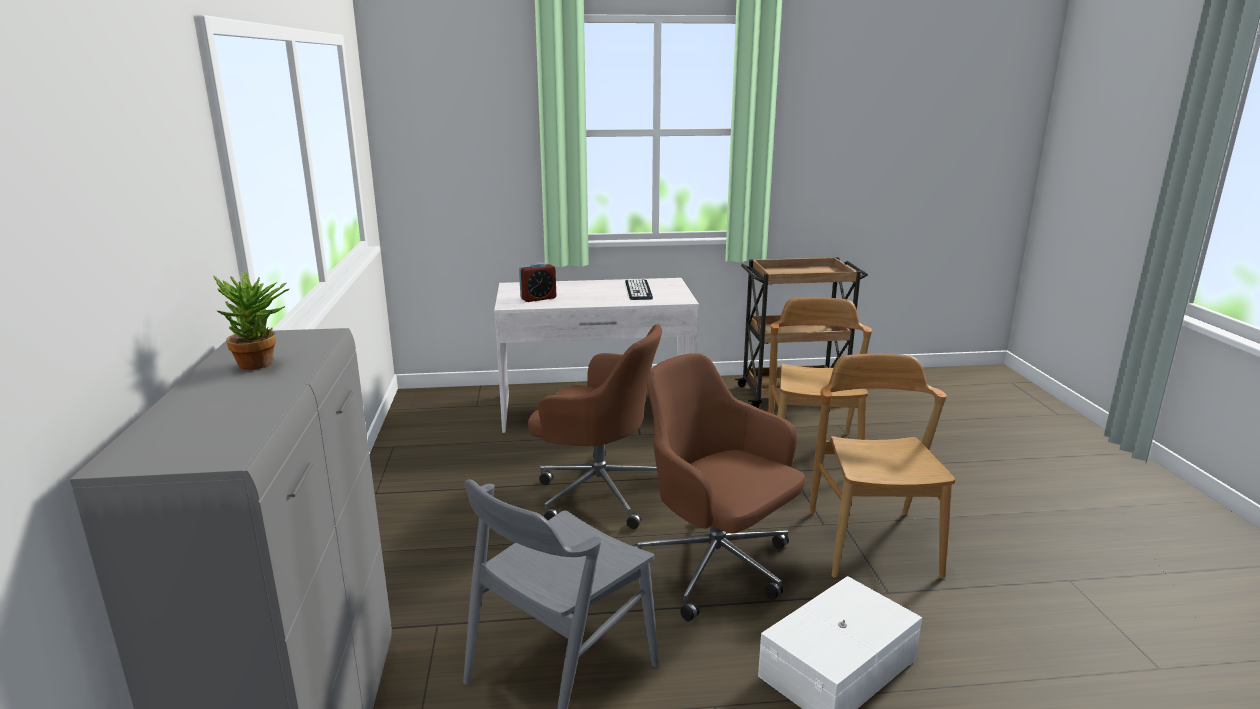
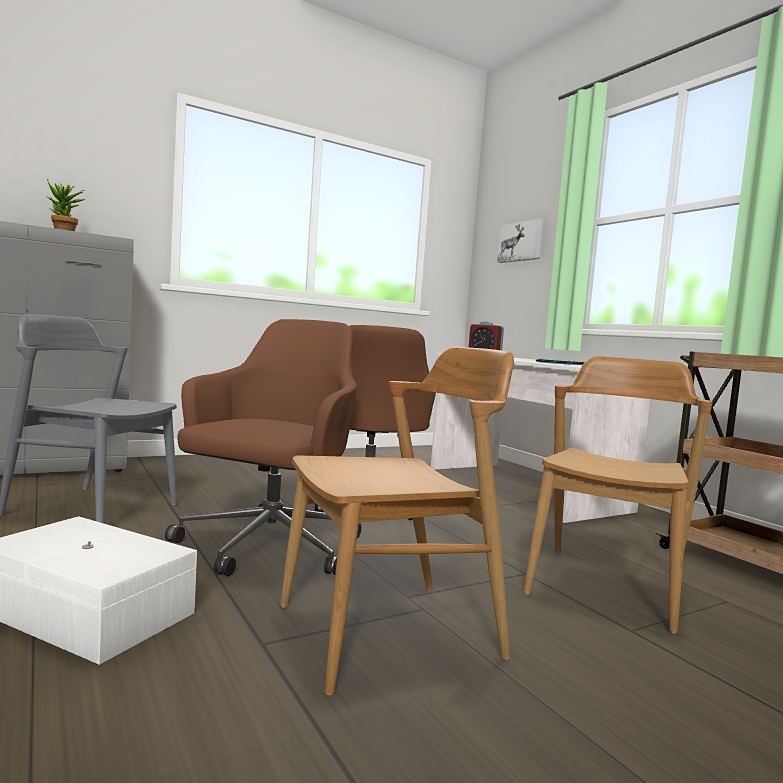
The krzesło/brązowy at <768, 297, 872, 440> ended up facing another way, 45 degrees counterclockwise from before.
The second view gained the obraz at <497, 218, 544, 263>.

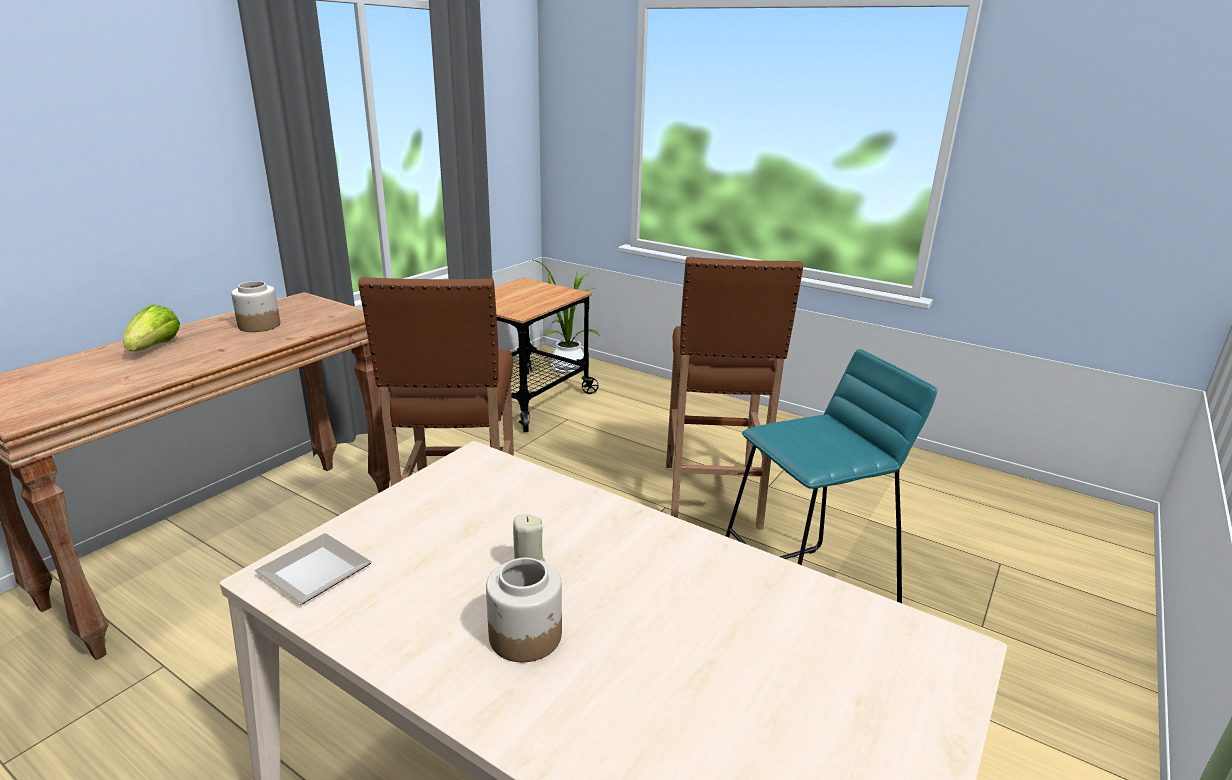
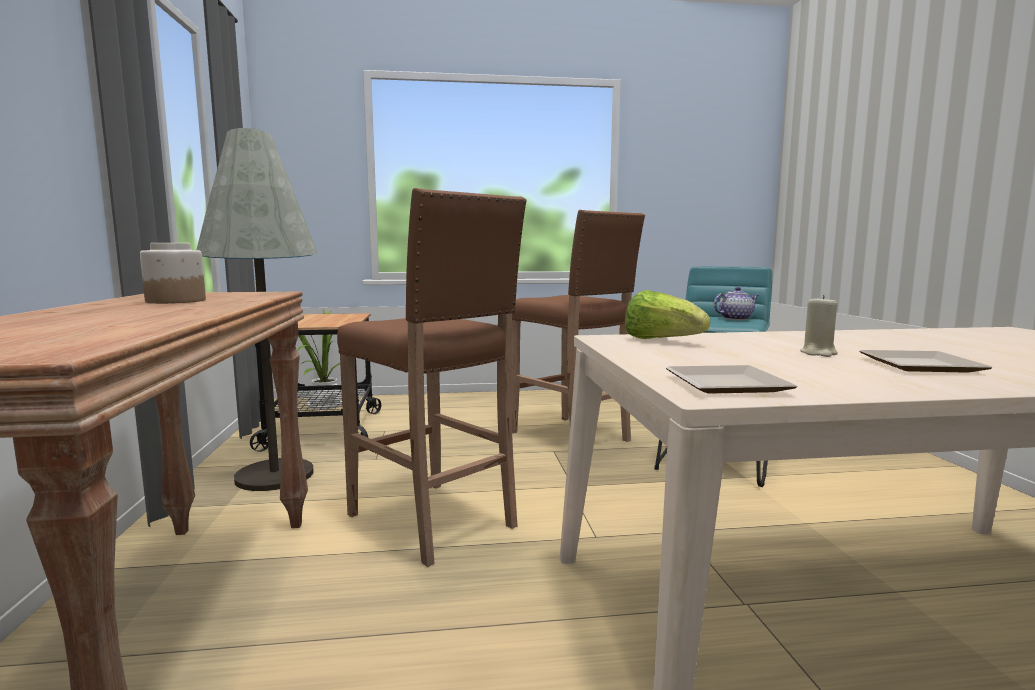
The sałata ended up elsewhere, having gone from <123, 304, 180, 351> to <625, 290, 710, 339>.
Where the słoik stood at <486, 558, 562, 662>, the talerz came to stand at <859, 350, 993, 373>.
The second view gained the lampa stojąca/szary at <196, 128, 317, 491>.
The second view gained the imbryk at <714, 287, 759, 320>.

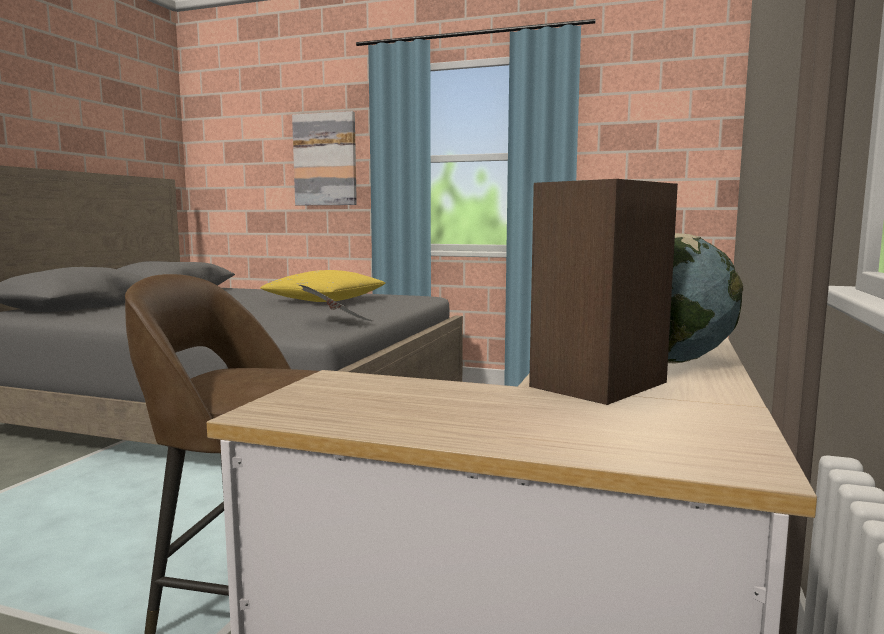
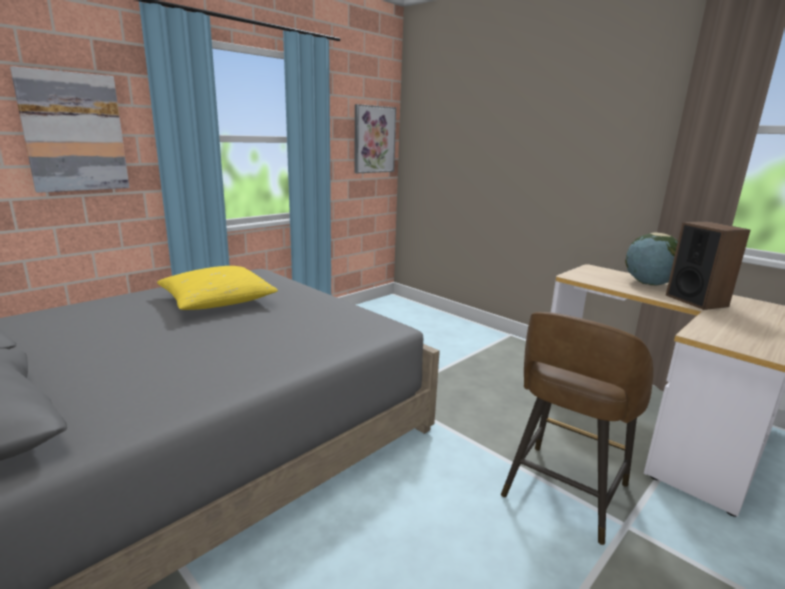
The second view lost the gazeta at <298, 285, 373, 321>.
The second view gained the obraz at <354, 104, 396, 173>.

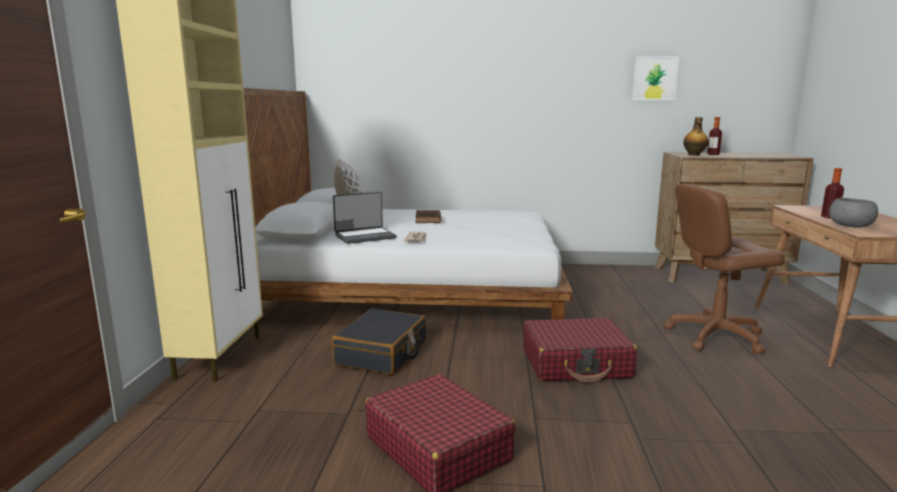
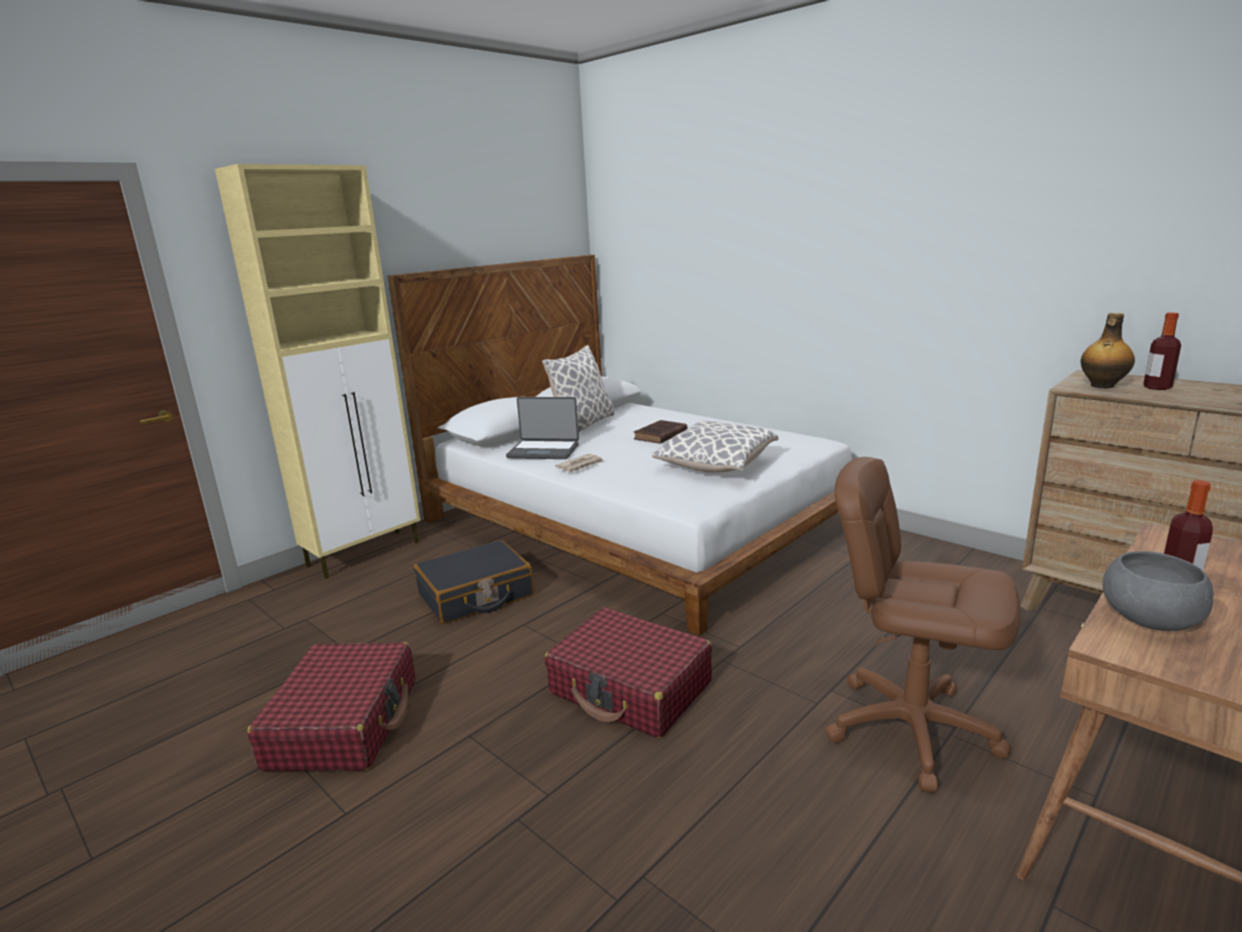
The second view lost the obraz at <632, 57, 679, 100>.
The second view gained the poduszka at <652, 421, 779, 473>.

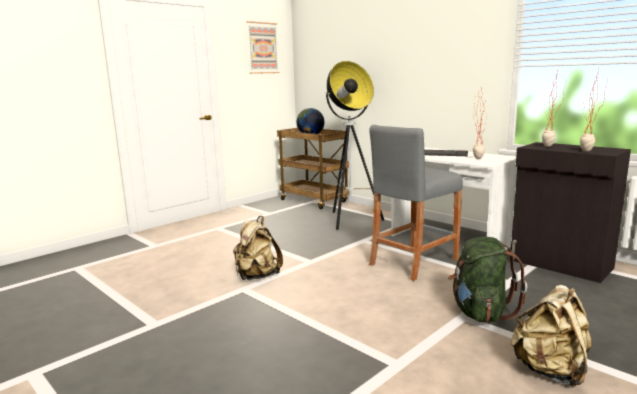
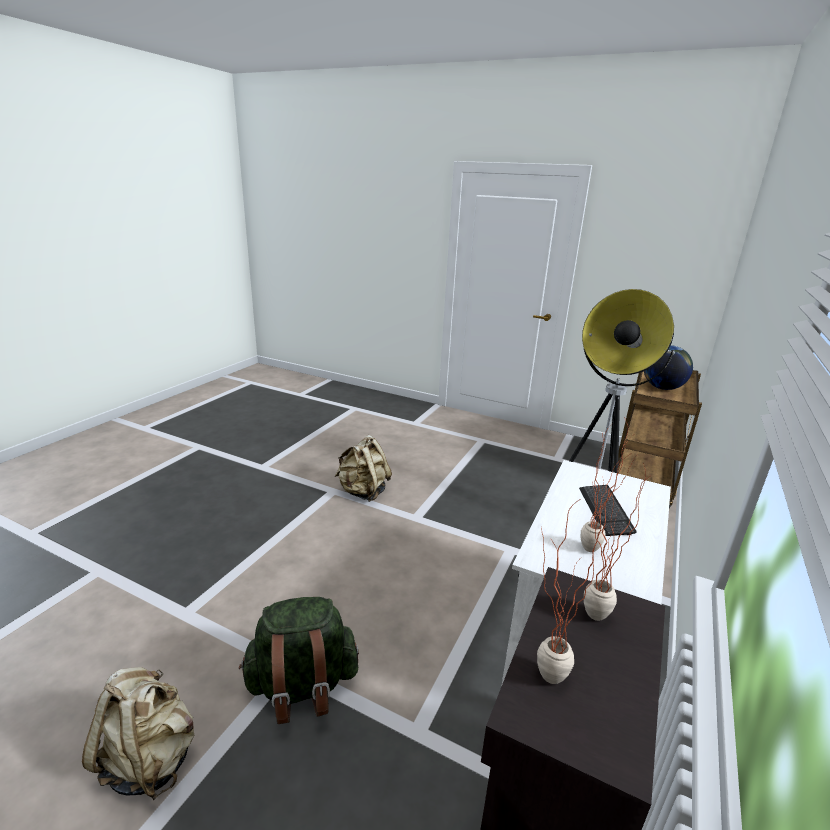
The second view lost the obraz at <246, 21, 279, 74>.
The second view lost the stołek/szary at <369, 125, 463, 281>.

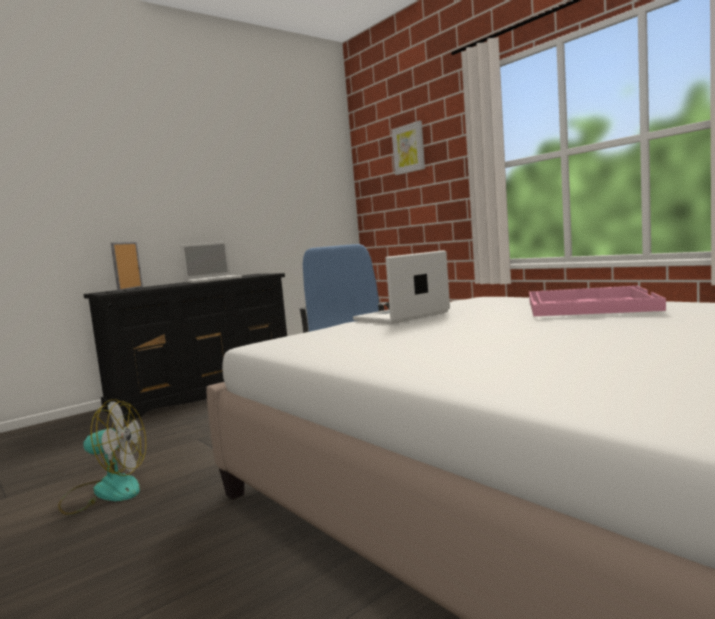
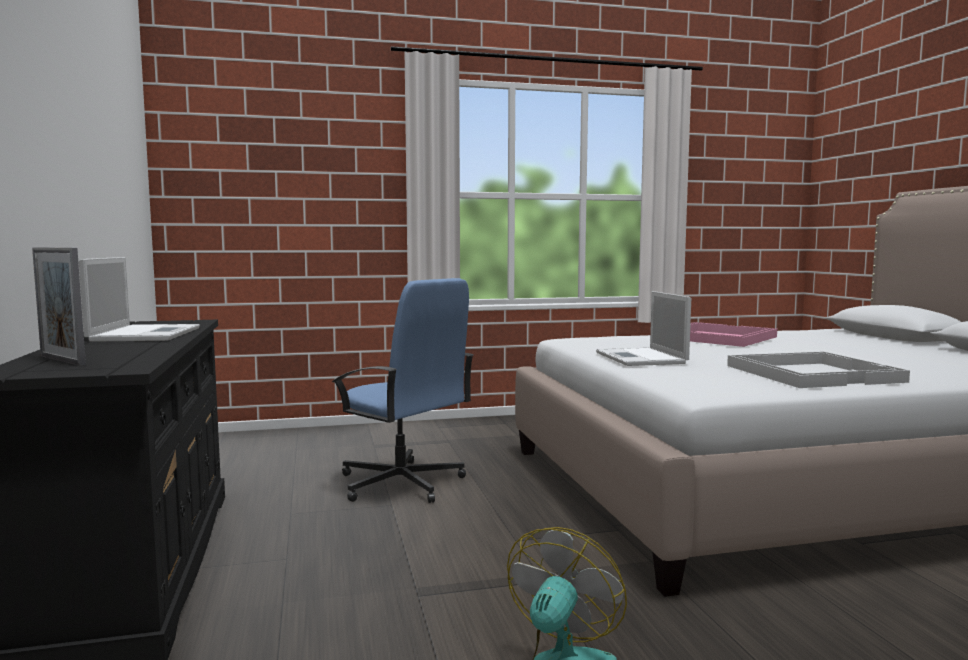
The second view lost the obraz at <392, 121, 425, 175>.
The second view gained the taca/biały at <727, 352, 910, 388>.

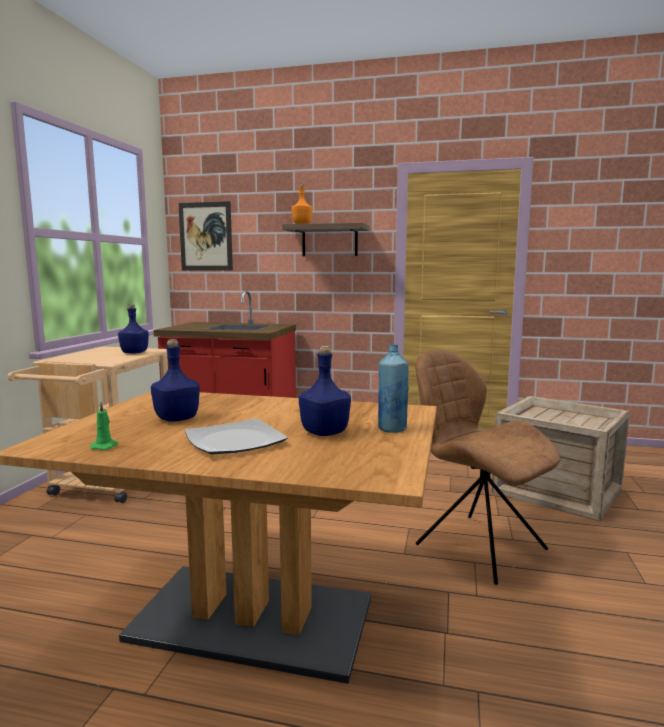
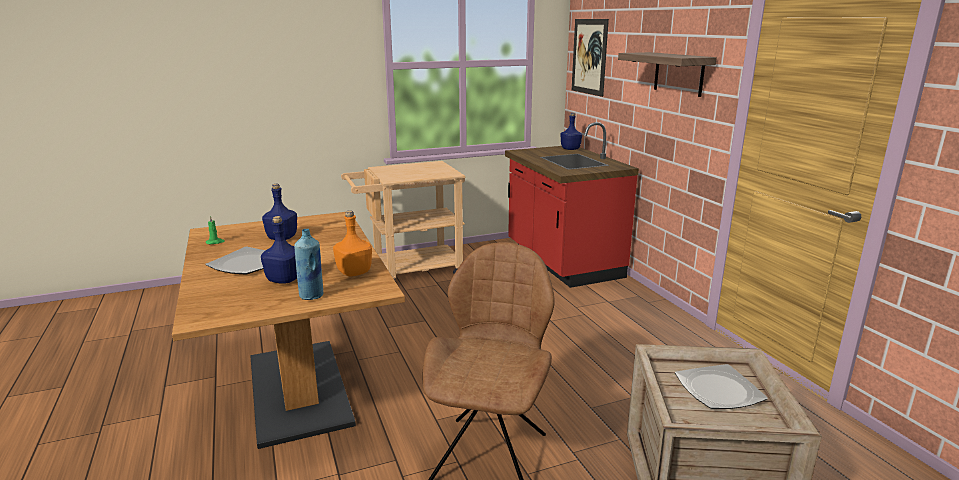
The butelka/niebieski ended up elsewhere, having gone from <118, 304, 149, 354> to <561, 113, 582, 150>.
The butelka/pomarańczowy ended up elsewhere, having gone from <292, 184, 312, 224> to <333, 210, 372, 276>.
The second view gained the talerz at <675, 364, 768, 409>.

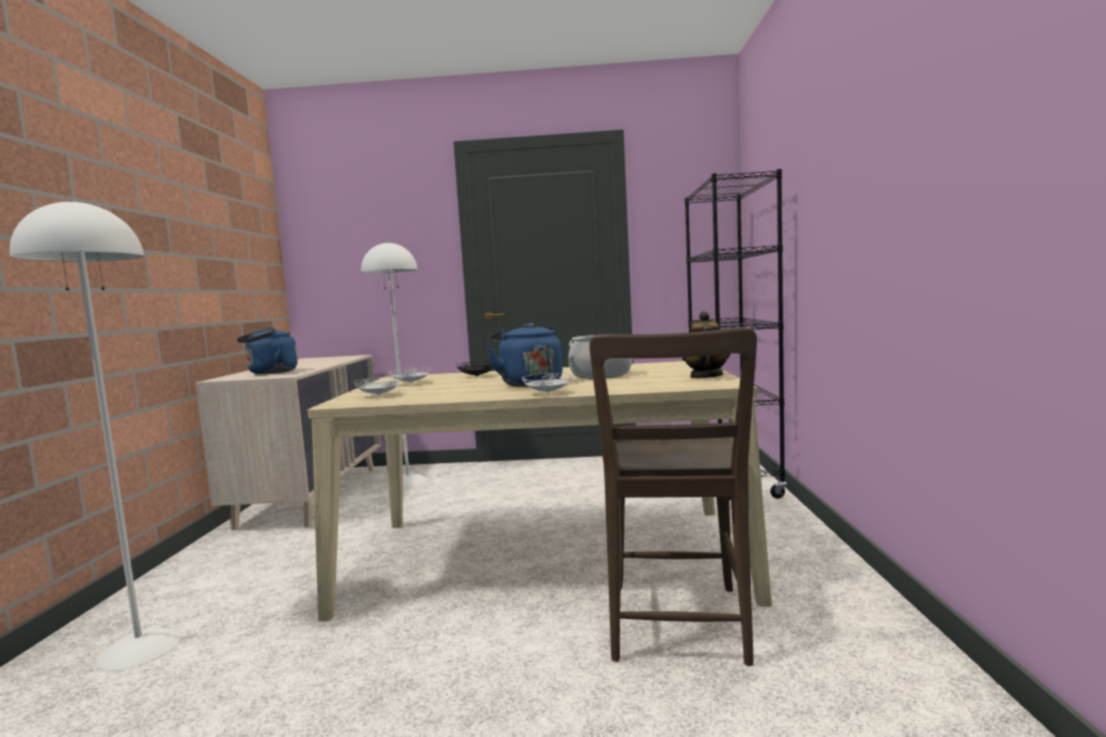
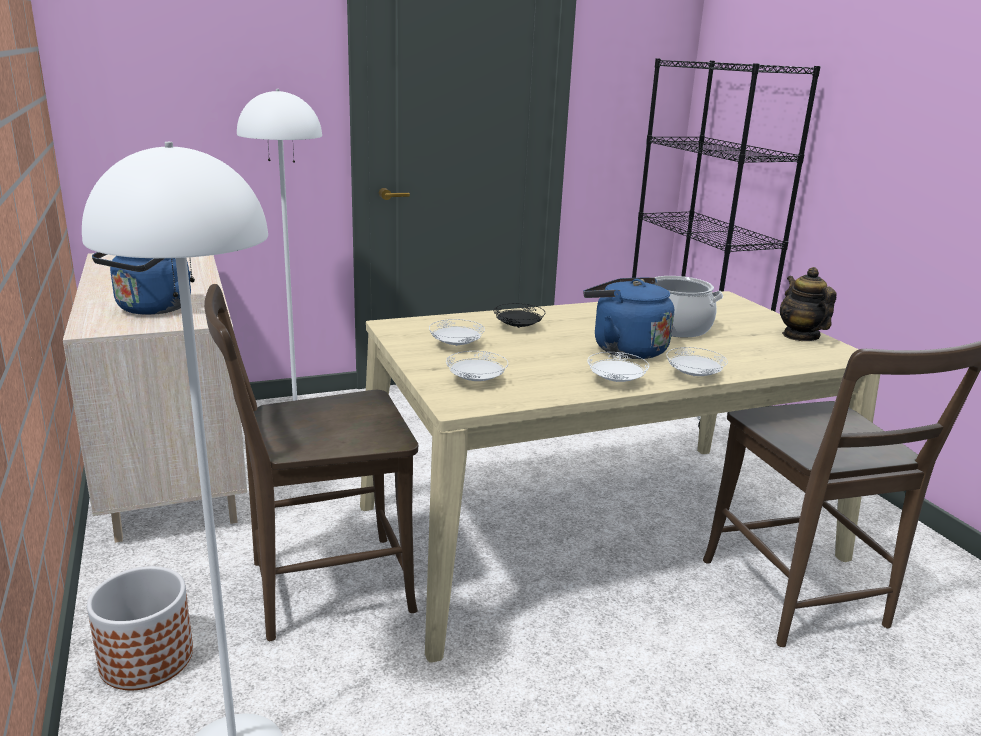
The second view gained the donica at <87, 566, 193, 690>.
The second view gained the krzesło/brązowy at <204, 284, 418, 641>.
The second view gained the talerz/biały at <587, 352, 649, 382>.

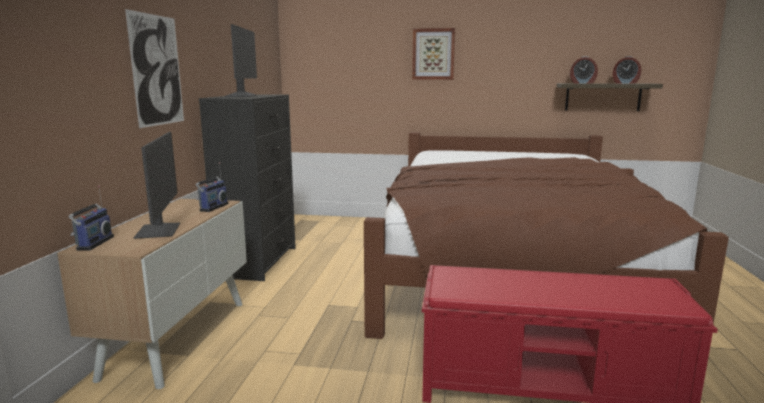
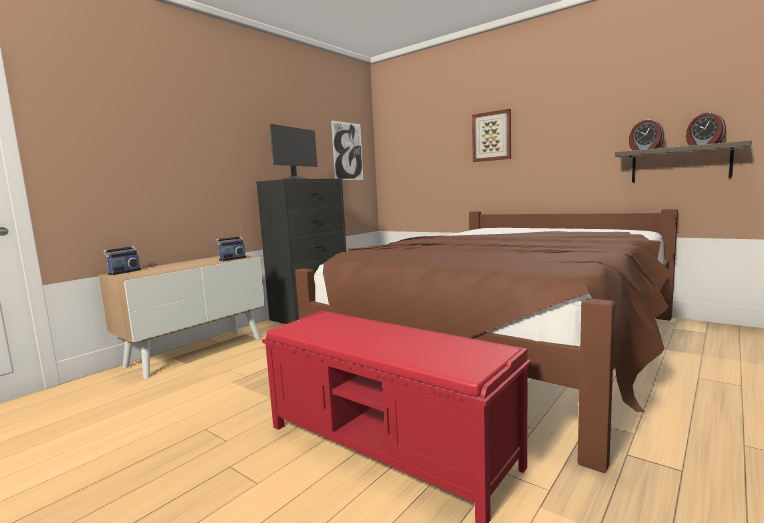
The obraz ended up elsewhere, having gone from <125, 9, 184, 128> to <331, 120, 363, 180>.
The second view lost the monitor at <134, 132, 180, 239>.

